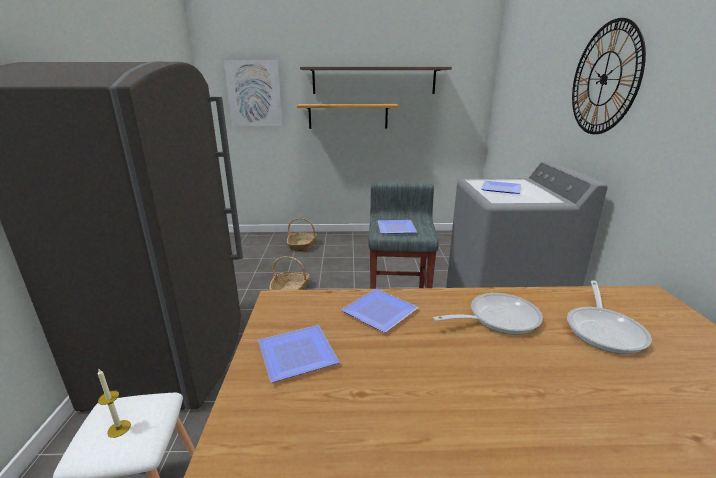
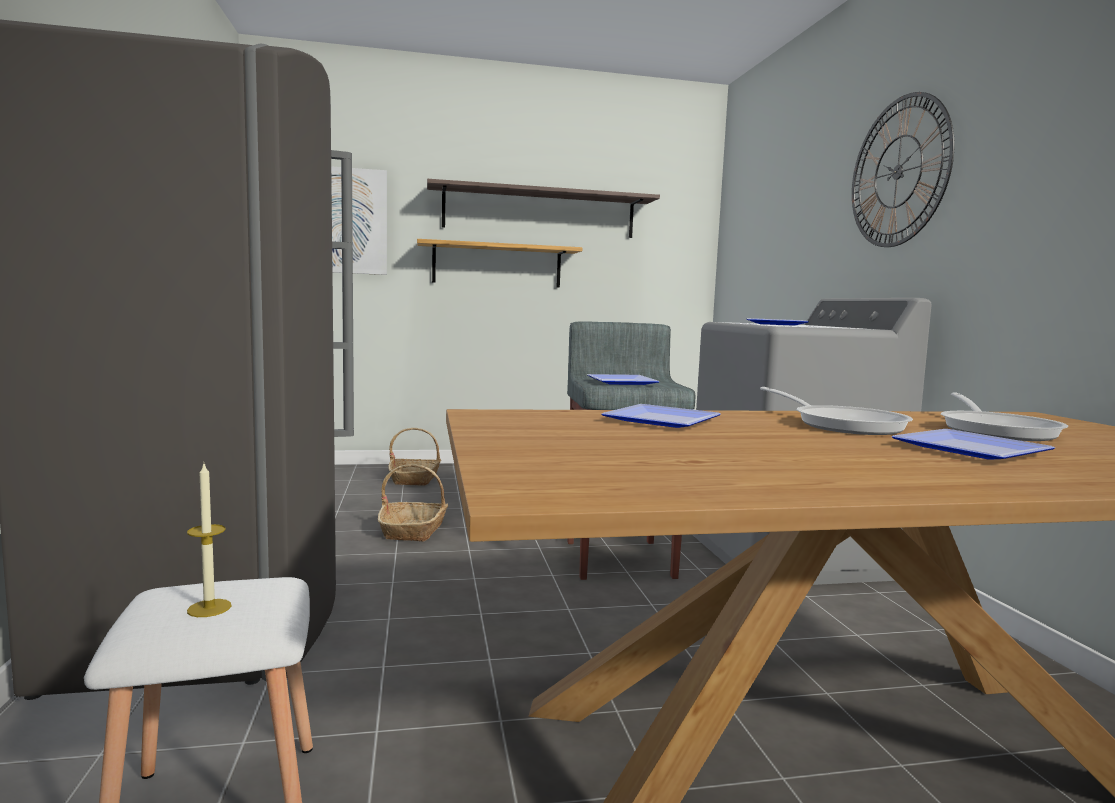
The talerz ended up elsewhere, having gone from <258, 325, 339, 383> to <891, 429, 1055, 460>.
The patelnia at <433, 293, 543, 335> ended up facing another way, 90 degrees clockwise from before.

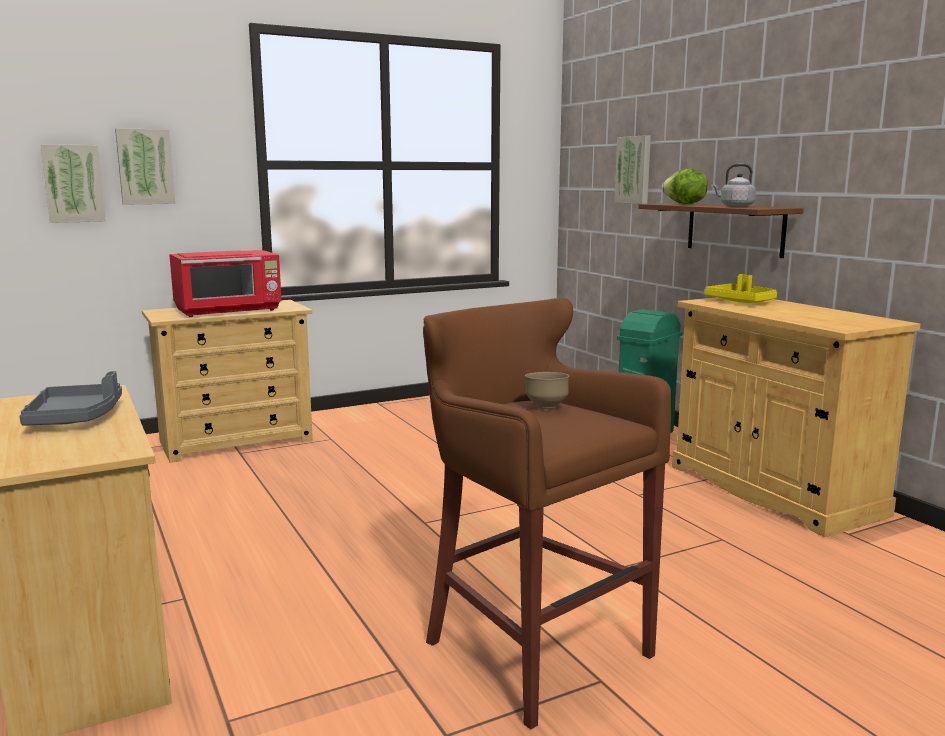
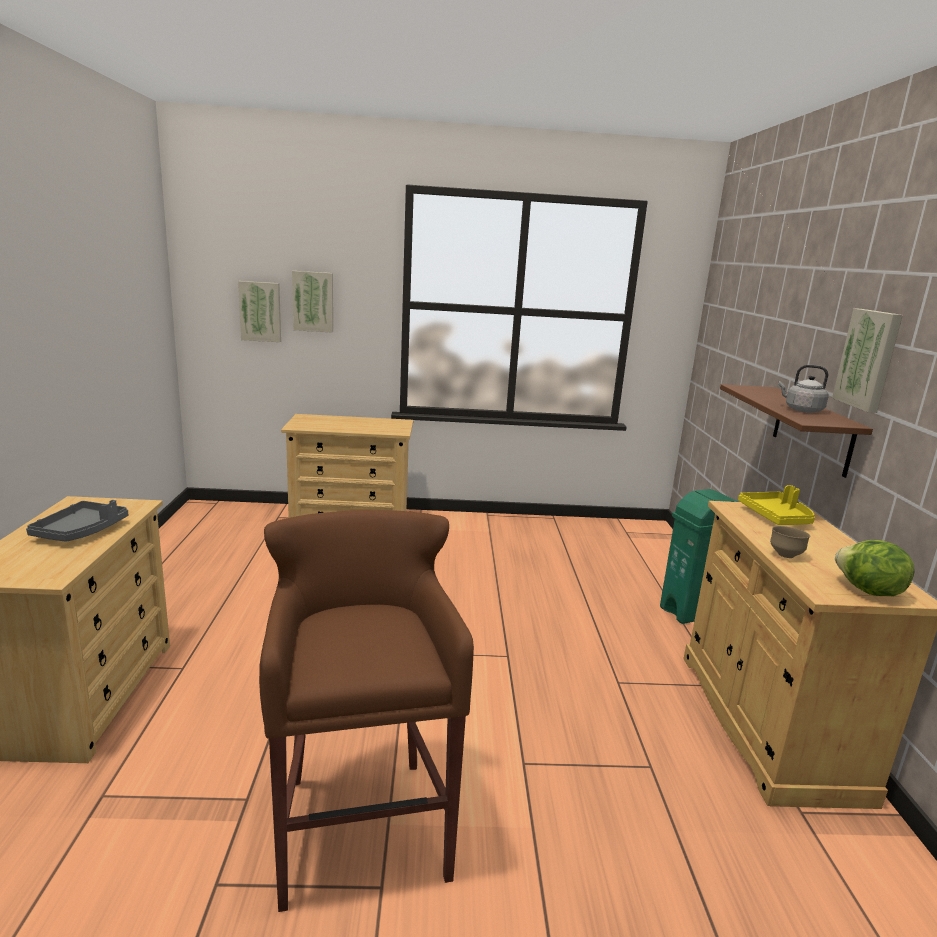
The second view lost the mikrofalówka/czerwony at <169, 250, 282, 317>.
The miska/brązowy ended up elsewhere, having gone from <525, 372, 569, 409> to <770, 526, 810, 558>.
The obraz ended up elsewhere, having gone from <615, 135, 651, 204> to <832, 308, 903, 413>.
The sałata ended up elsewhere, having gone from <662, 168, 708, 204> to <835, 540, 915, 596>.

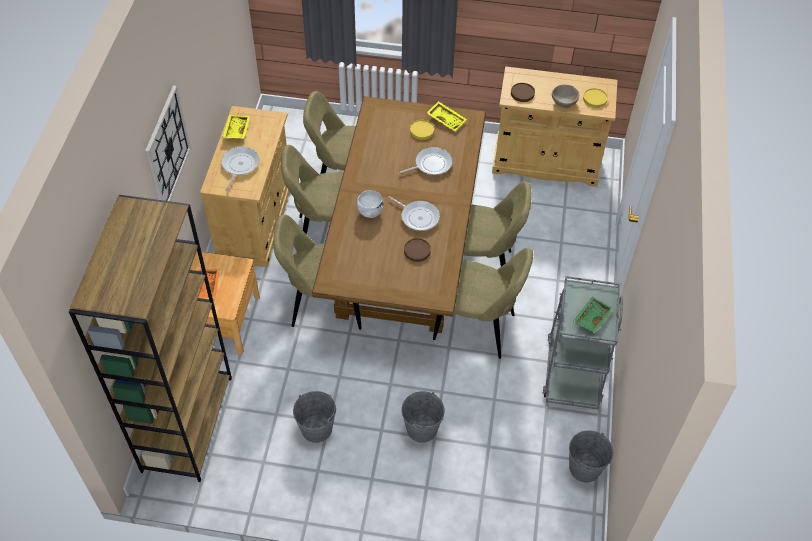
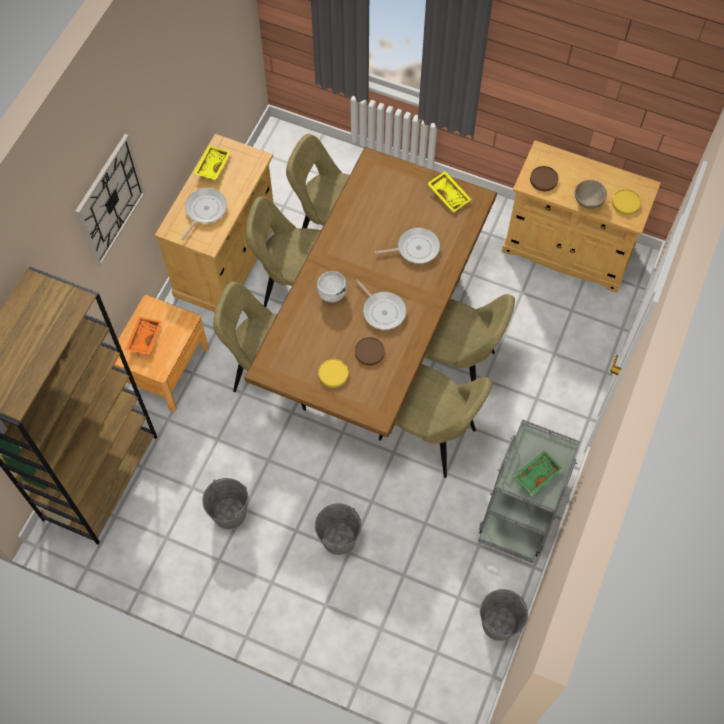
The talerz/żółty ended up elsewhere, having gone from <410, 120, 434, 140> to <318, 359, 348, 388>.

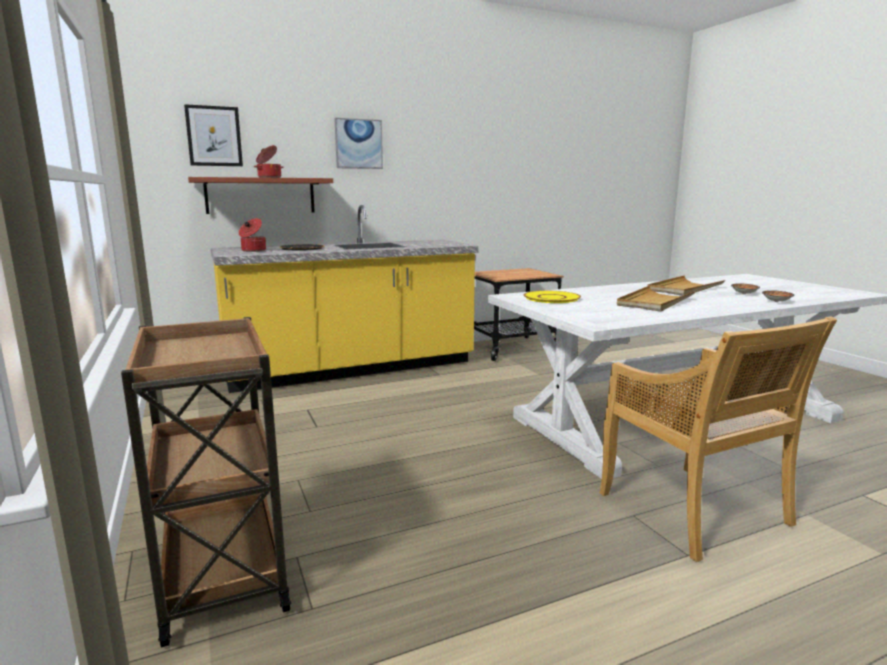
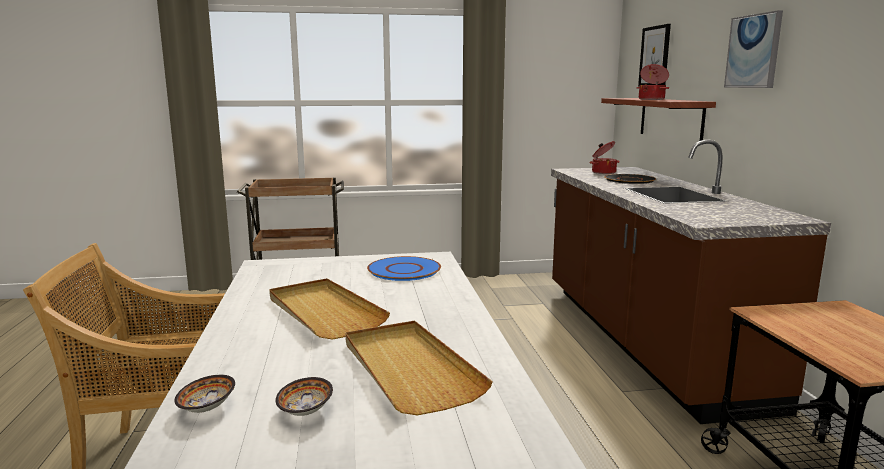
What was the zabudowa kuchenna/żółty at <211, 205, 479, 393> turned into the zabudowa kuchenna/brązowy at <551, 140, 831, 424>.
What was the talerz/żółty at <524, 291, 581, 303> turned into the talerz/niebieski at <367, 256, 441, 281>.

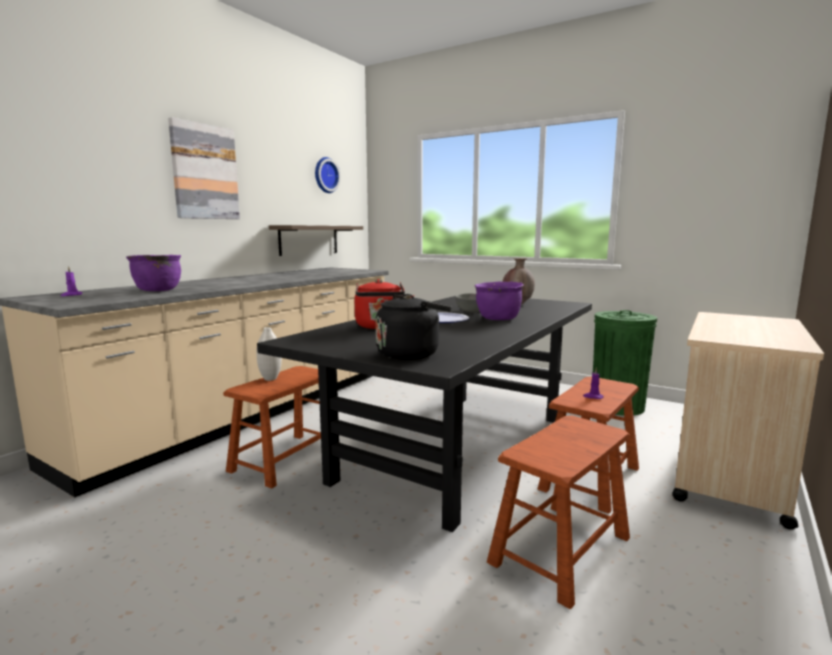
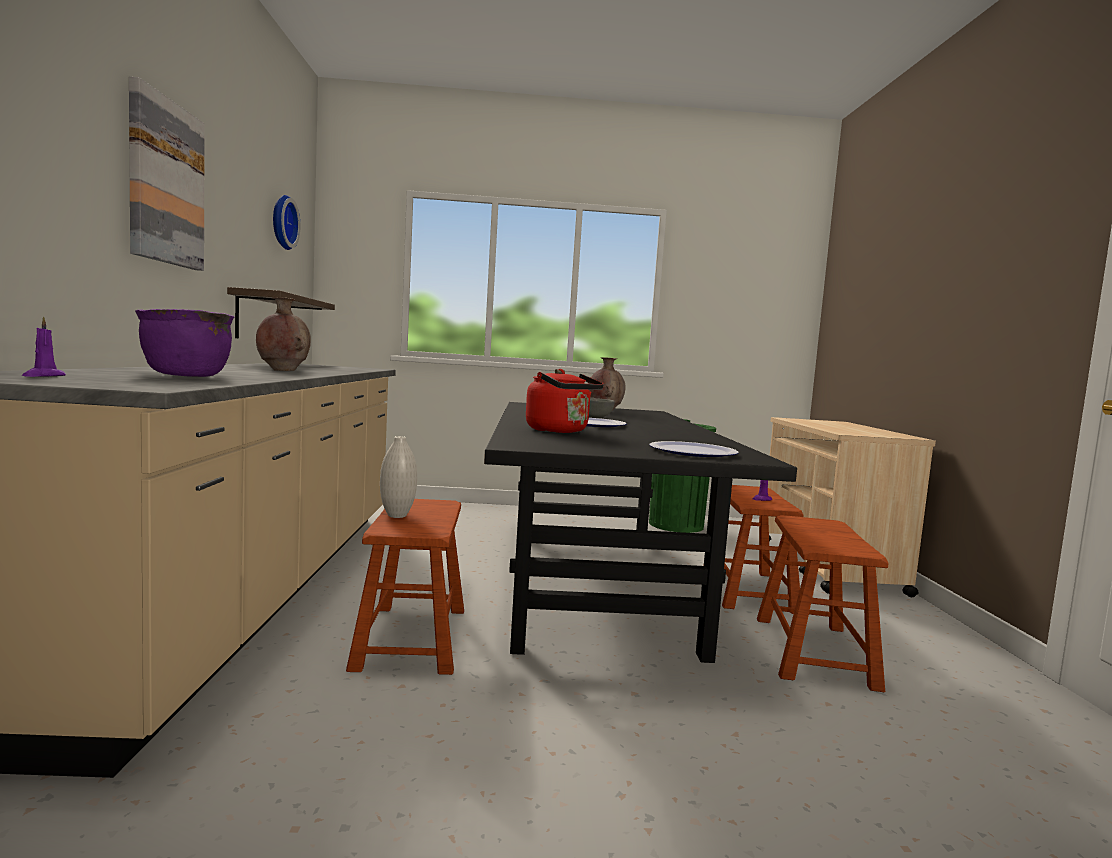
Where the czajnik/czarny stood at <376, 294, 452, 360>, the talerz came to stand at <649, 441, 738, 457>.
The second view lost the garnek/fioletowy at <475, 282, 524, 320>.
The second view gained the wazon/brązowy at <256, 297, 311, 371>.

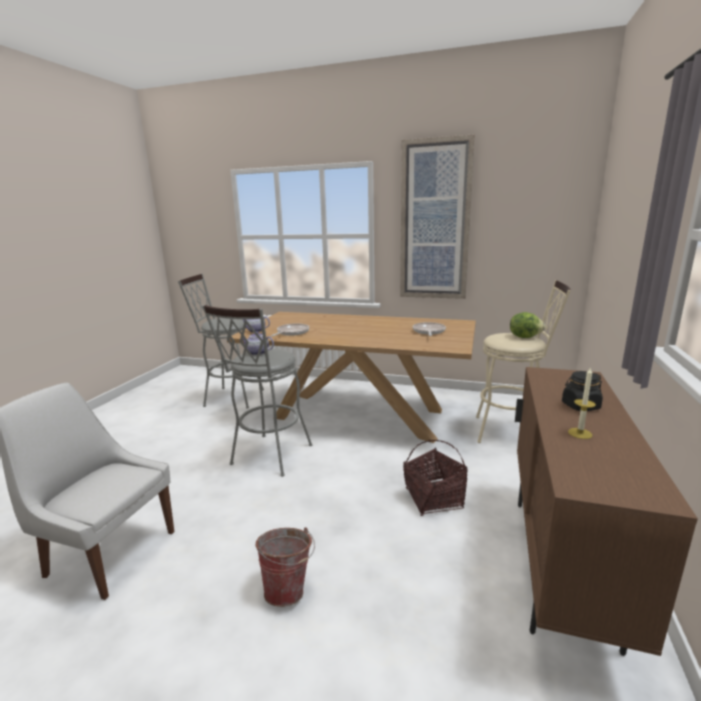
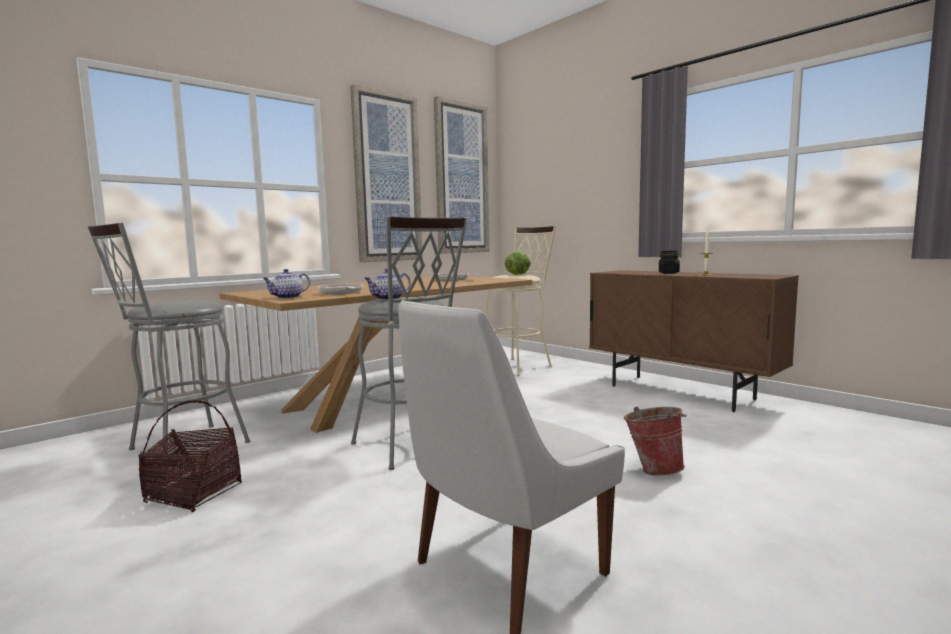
The koszyk ended up elsewhere, having gone from <403, 440, 467, 516> to <138, 400, 242, 512>.
The second view gained the obraz at <434, 96, 489, 254>.

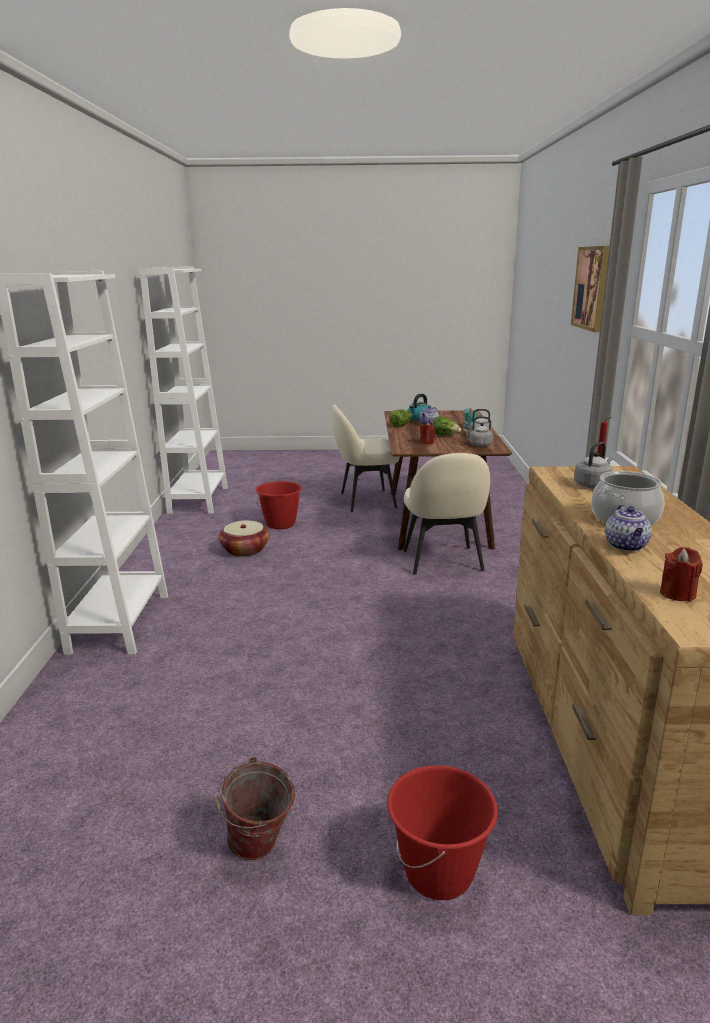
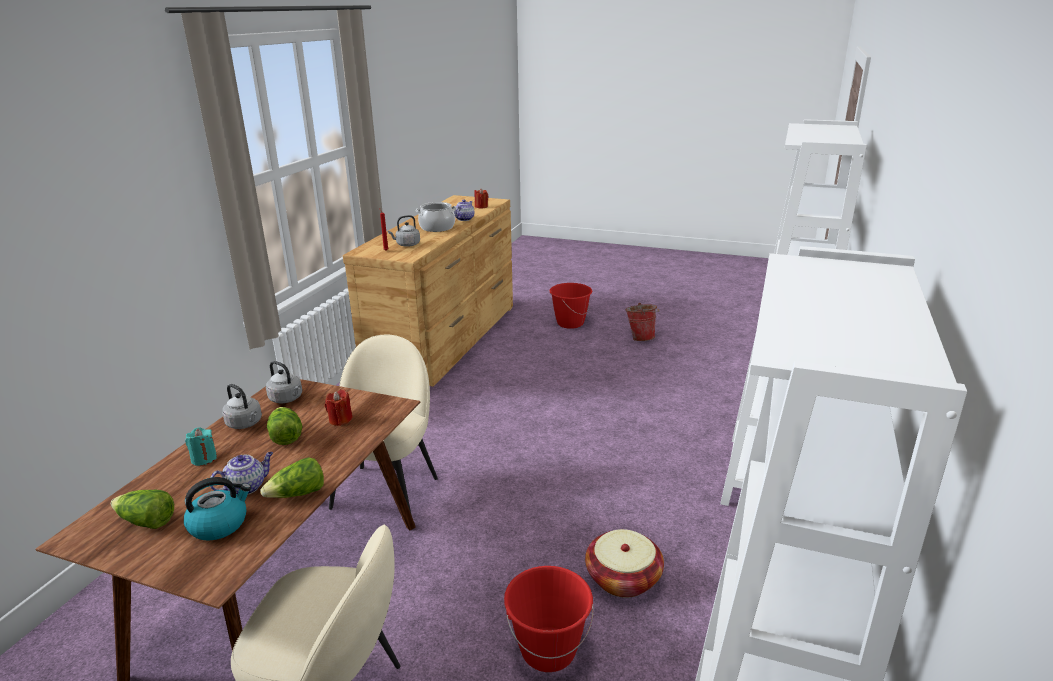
The second view lost the obraz at <571, 246, 609, 332>.
The second view gained the sałata at <111, 490, 174, 529>.

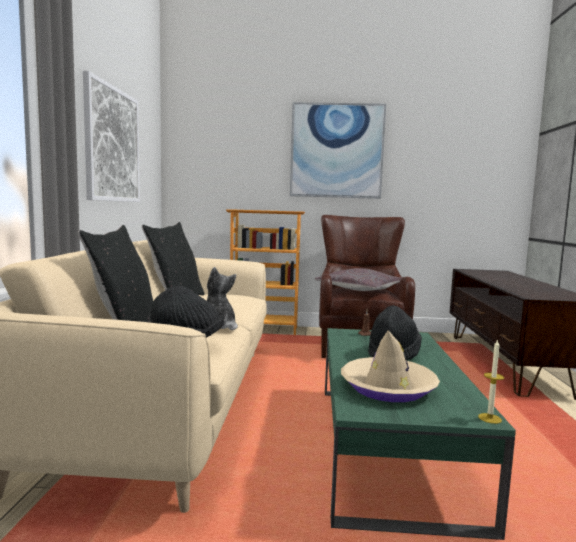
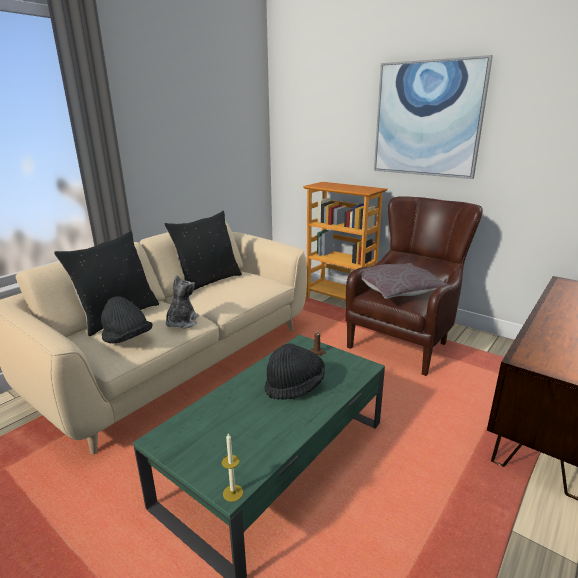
The second view lost the obraz at <83, 71, 140, 202>.
The second view lost the kapelusz/beżowy at <341, 330, 440, 402>.

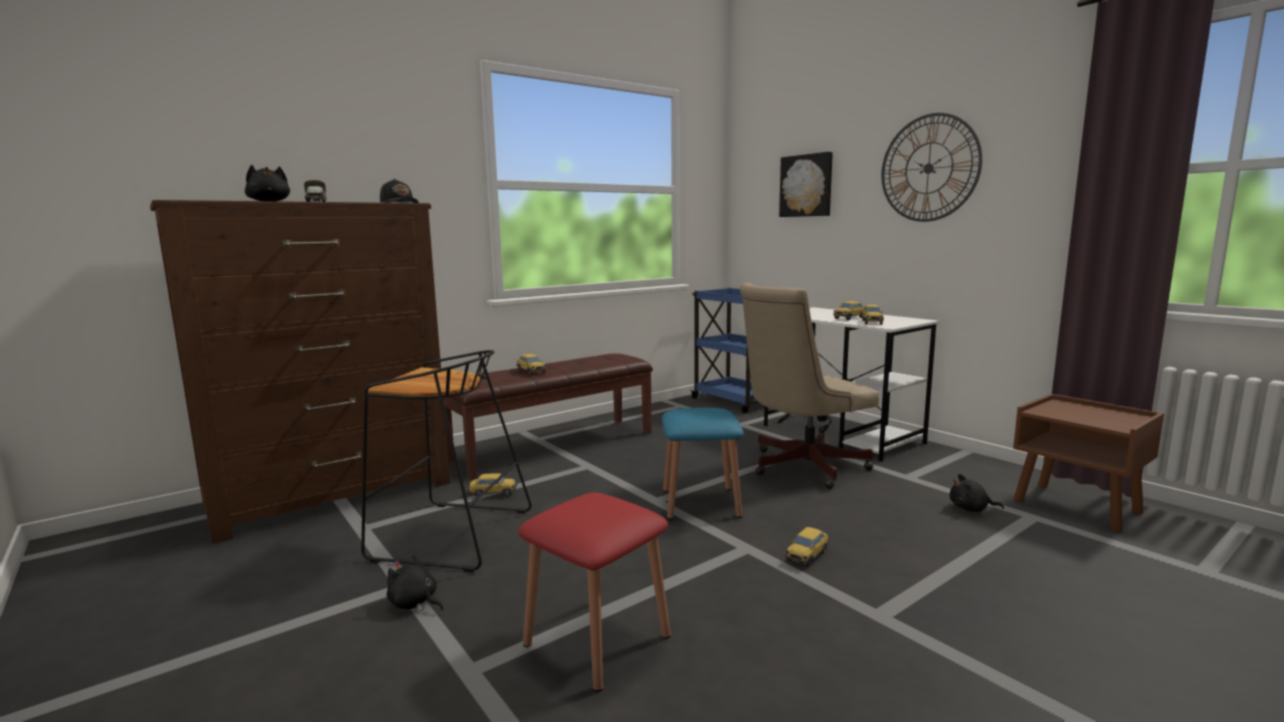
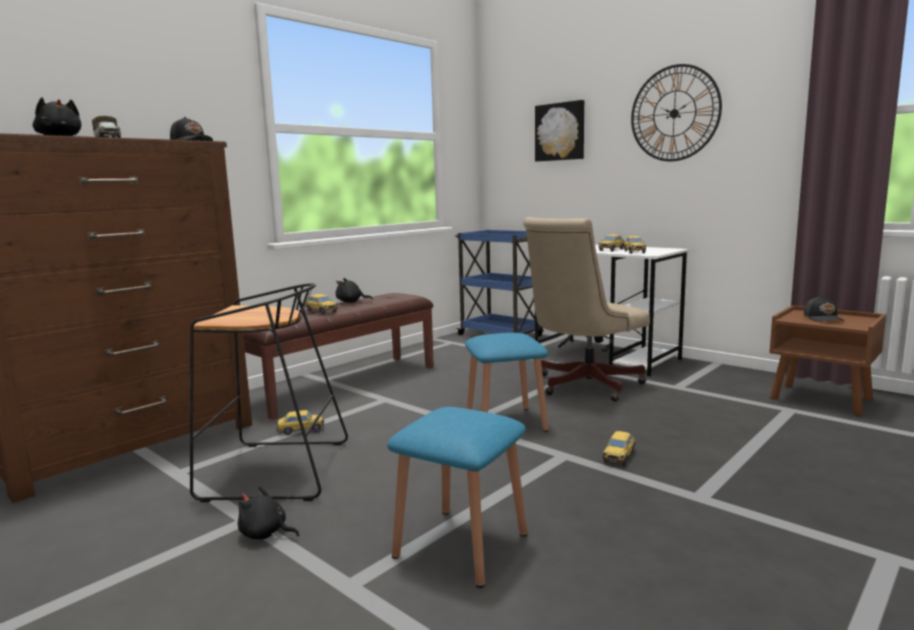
What was the stołek/czerwony at <518, 493, 671, 692> turned into the stołek/niebieski at <387, 407, 528, 588>.
The pluszak/czarny ended up elsewhere, having gone from <950, 474, 1004, 512> to <336, 278, 373, 303>.
The second view gained the czapka z daszkiem/czarny at <804, 296, 844, 322>.

